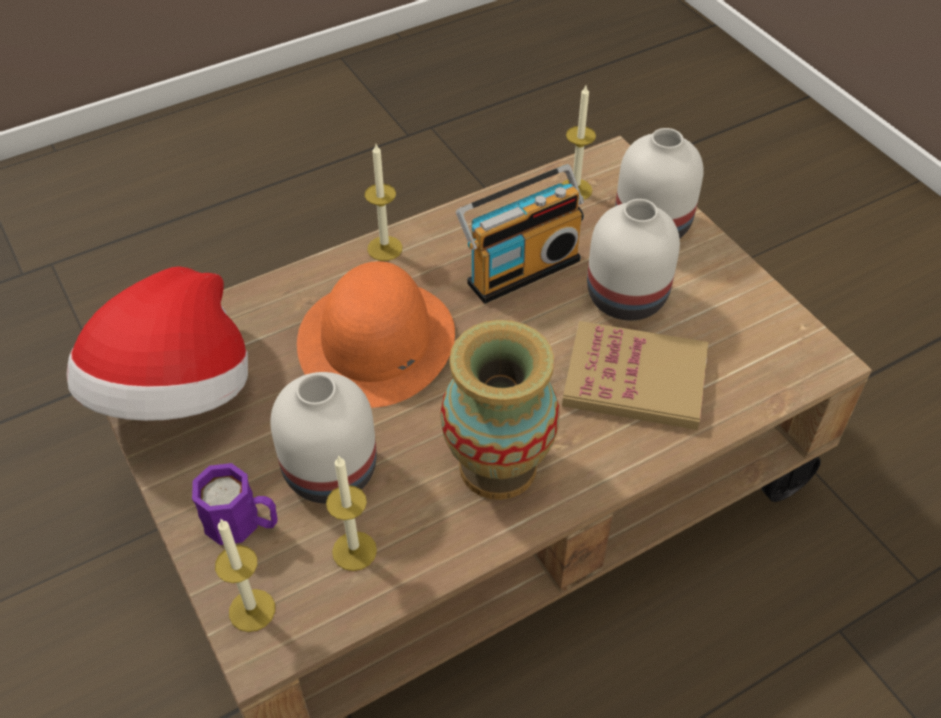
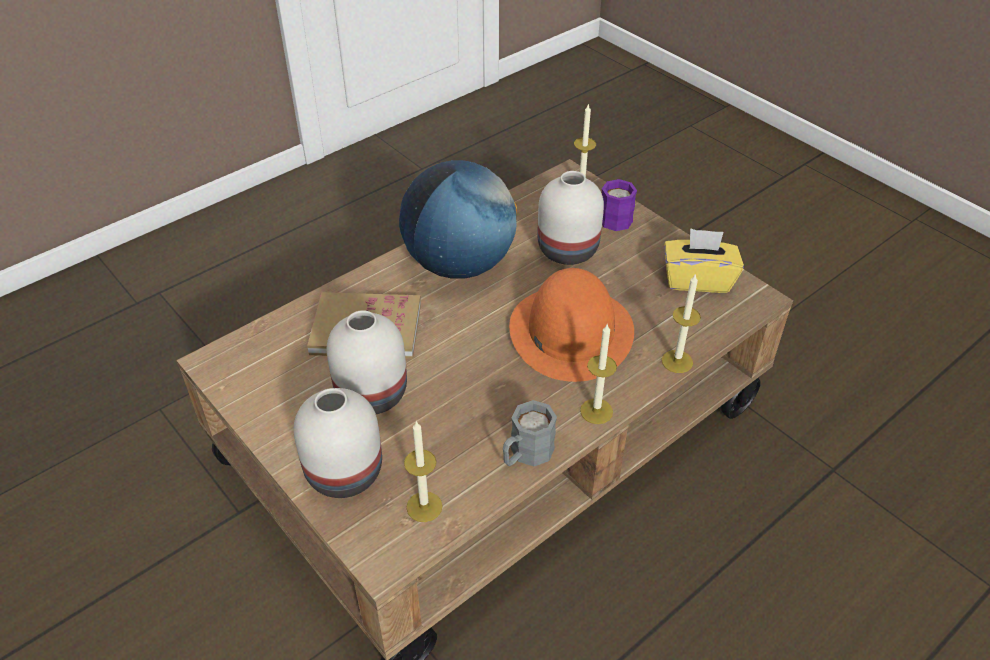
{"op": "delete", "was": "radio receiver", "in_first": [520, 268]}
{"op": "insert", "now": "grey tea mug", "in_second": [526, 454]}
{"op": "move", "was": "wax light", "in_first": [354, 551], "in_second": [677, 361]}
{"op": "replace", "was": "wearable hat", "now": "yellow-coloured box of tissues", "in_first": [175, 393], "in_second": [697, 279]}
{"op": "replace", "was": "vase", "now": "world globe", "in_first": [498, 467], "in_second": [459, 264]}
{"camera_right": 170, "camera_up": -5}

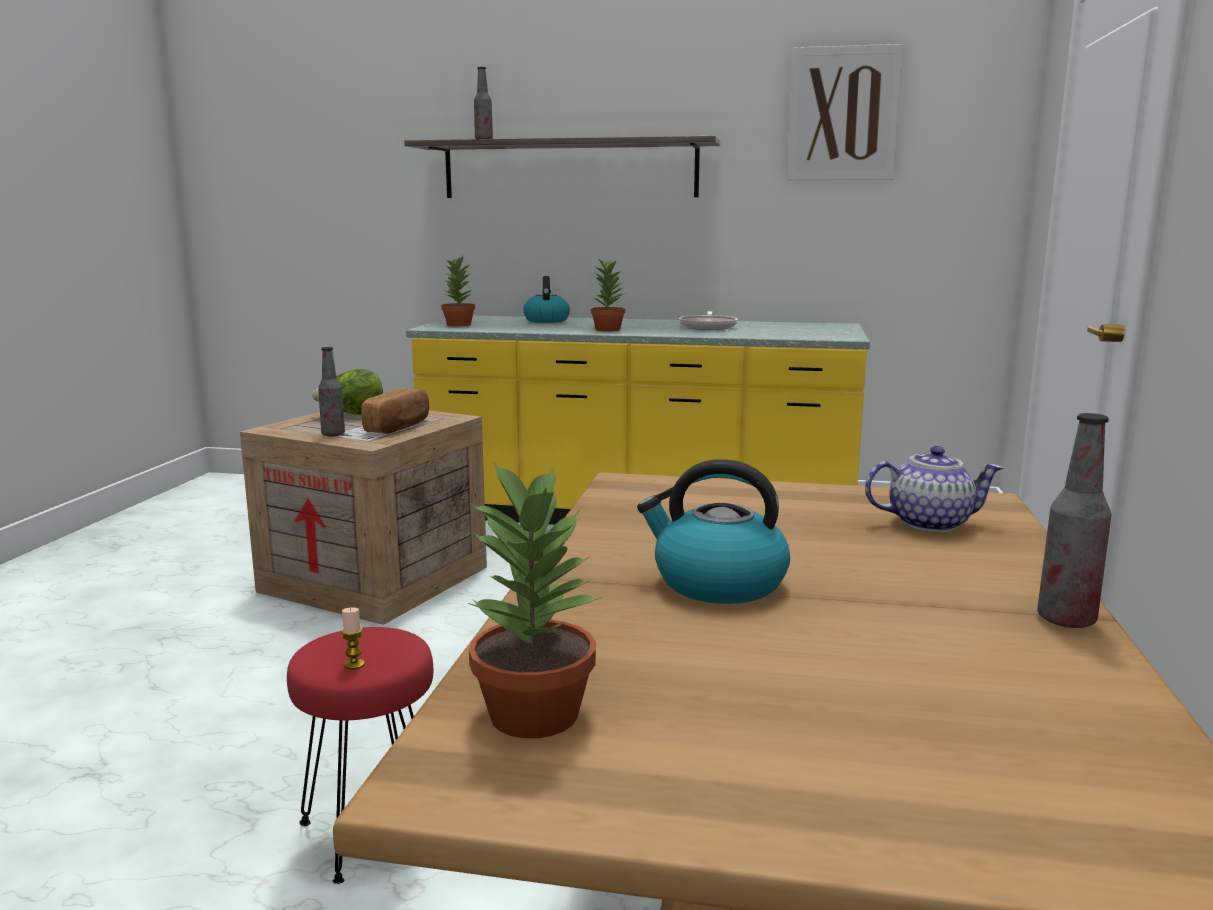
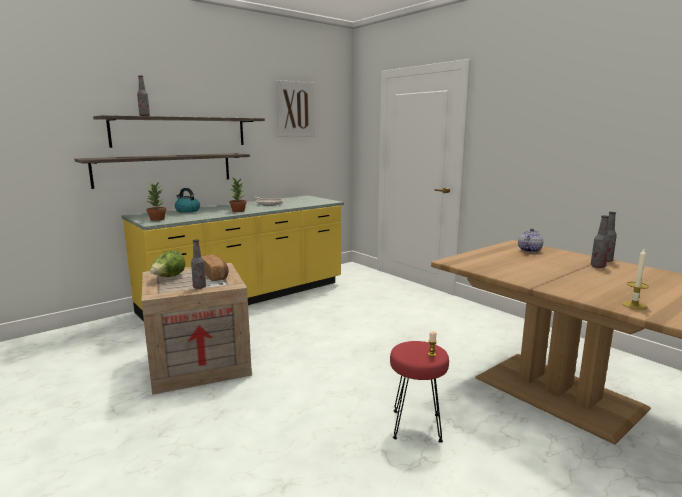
{"op": "delete", "was": "tea kettle", "in_first": [717, 583]}
{"op": "insert", "now": "bracket shelf", "in_second": [164, 169]}
{"op": "insert", "now": "drink bottle", "in_second": [597, 266]}
{"op": "replace", "was": "potted plant", "now": "wax light", "in_first": [534, 713], "in_second": [634, 305]}
{"camera_right": -50, "camera_up": 0}

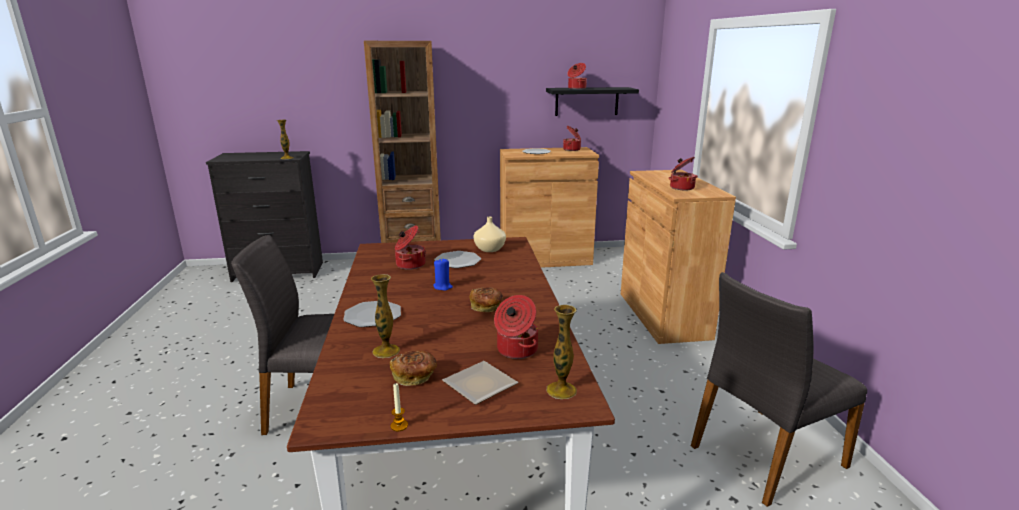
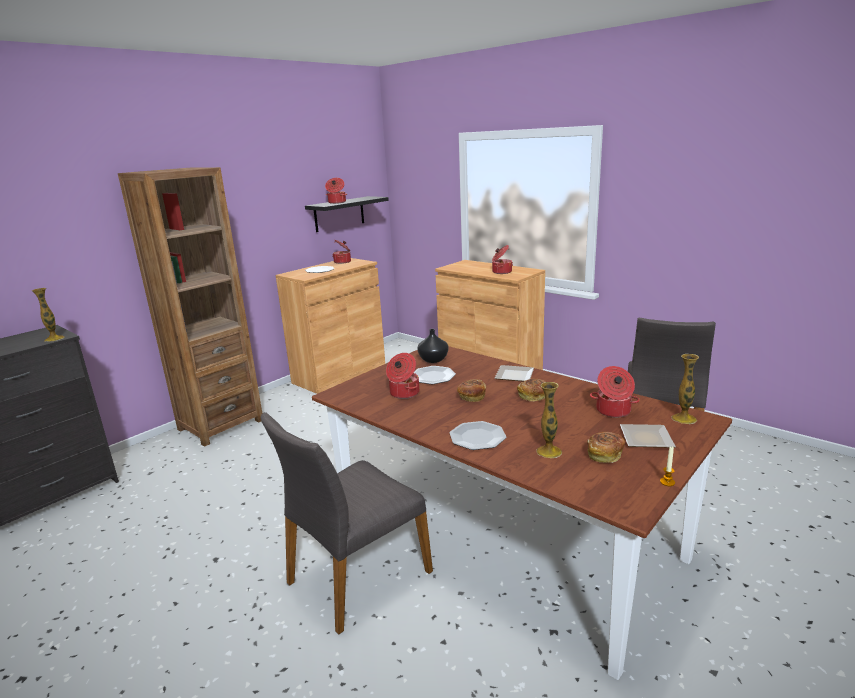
{"op": "insert", "now": "flat dish", "in_second": [513, 375]}
{"op": "replace", "was": "blue wax light", "now": "baked bread", "in_first": [443, 287], "in_second": [471, 397]}
{"op": "recolor", "was": "beige-coloured vase", "now": "black-coloured vase", "in_first": [490, 249], "in_second": [433, 359]}
{"camera_right": -40, "camera_up": 0}

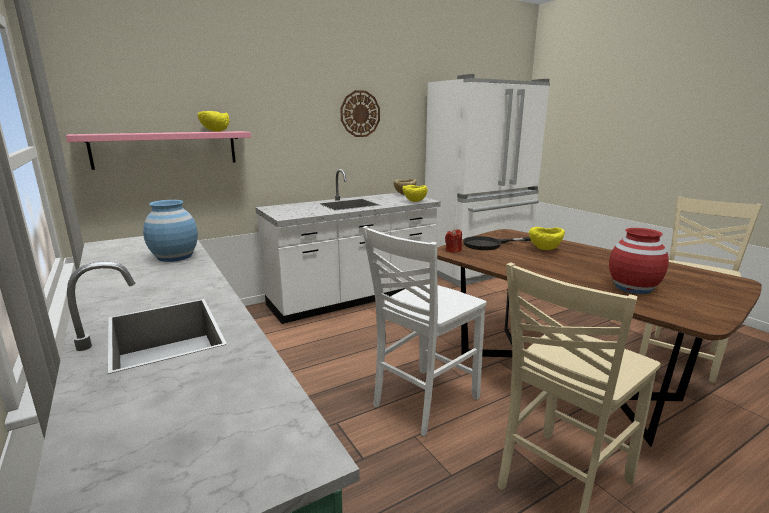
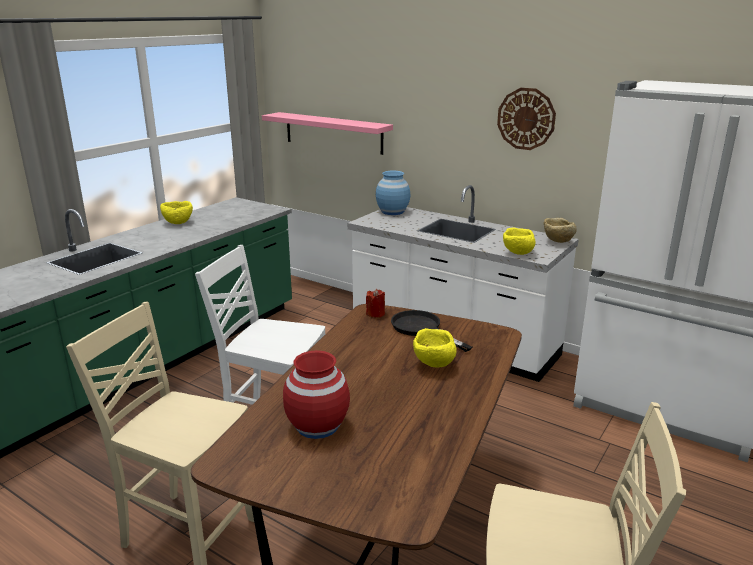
{"op": "move", "was": "blue vase", "in_first": [175, 257], "in_second": [392, 212]}
{"op": "move", "was": "yellow-coloured deep dish", "in_first": [215, 131], "in_second": [178, 223]}
{"camera_right": 65, "camera_up": 5}

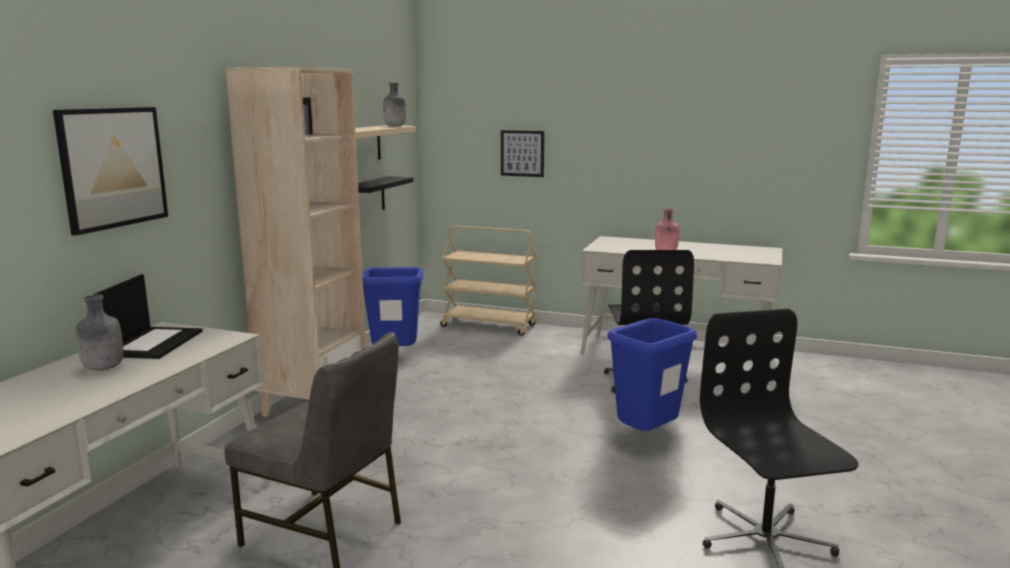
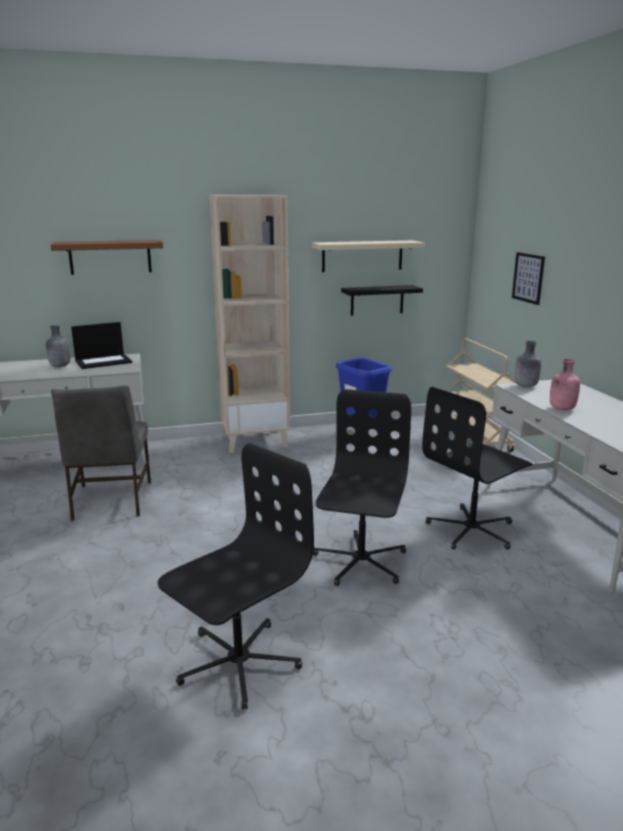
{"op": "move", "was": "grey drink bottle", "in_first": [395, 126], "in_second": [525, 386]}
{"op": "replace", "was": "wall picture", "now": "brown-coloured bracket shelf", "in_first": [113, 167], "in_second": [110, 257]}
{"op": "replace", "was": "blue waste bin", "now": "black-coloured computer chair", "in_first": [647, 437], "in_second": [360, 561]}
{"camera_right": 55, "camera_up": 5}

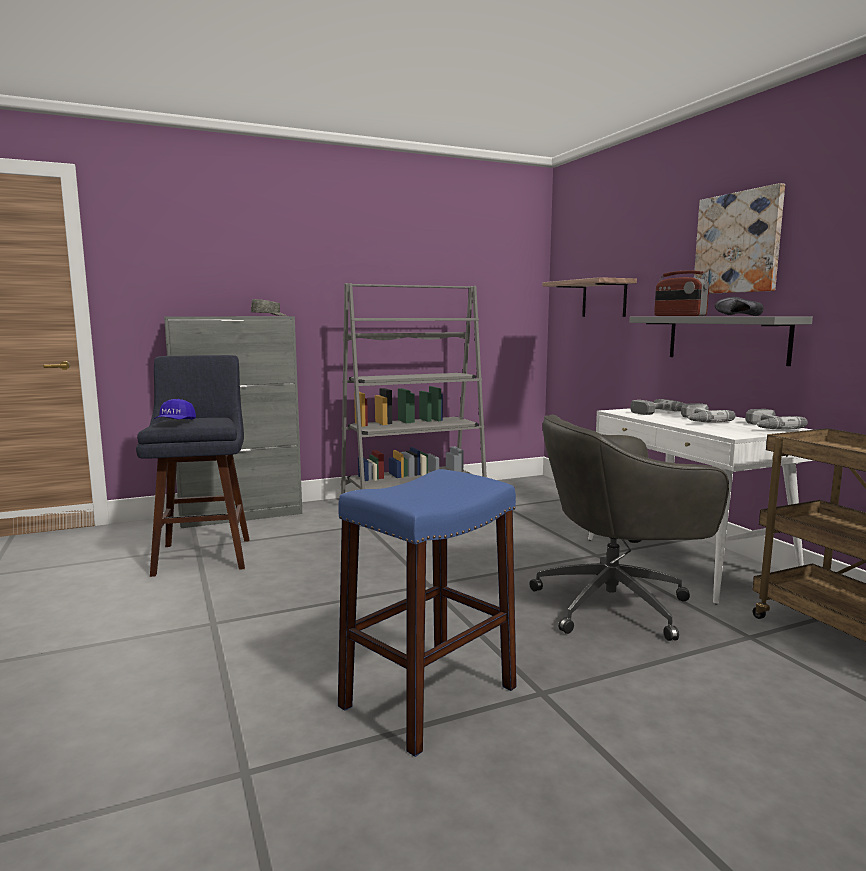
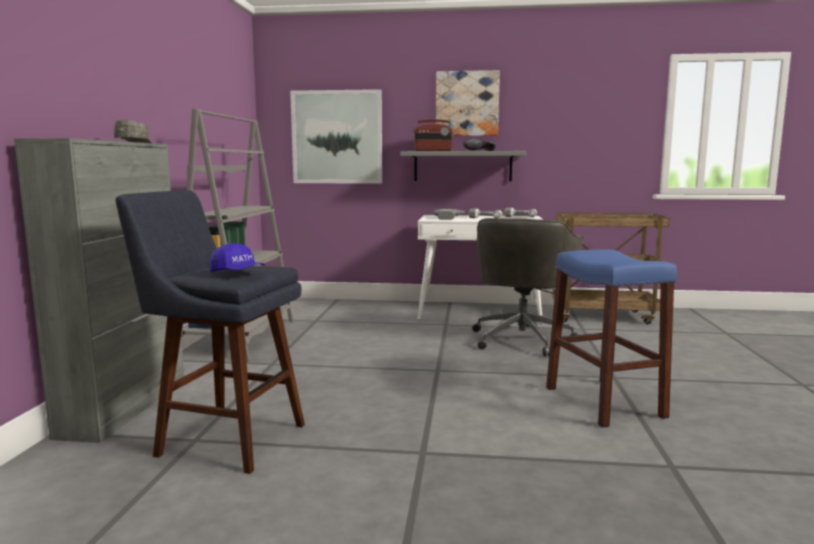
{"op": "replace", "was": "bracket shelf", "now": "wall picture", "in_first": [604, 298], "in_second": [337, 137]}
{"camera_right": -60, "camera_up": 0}

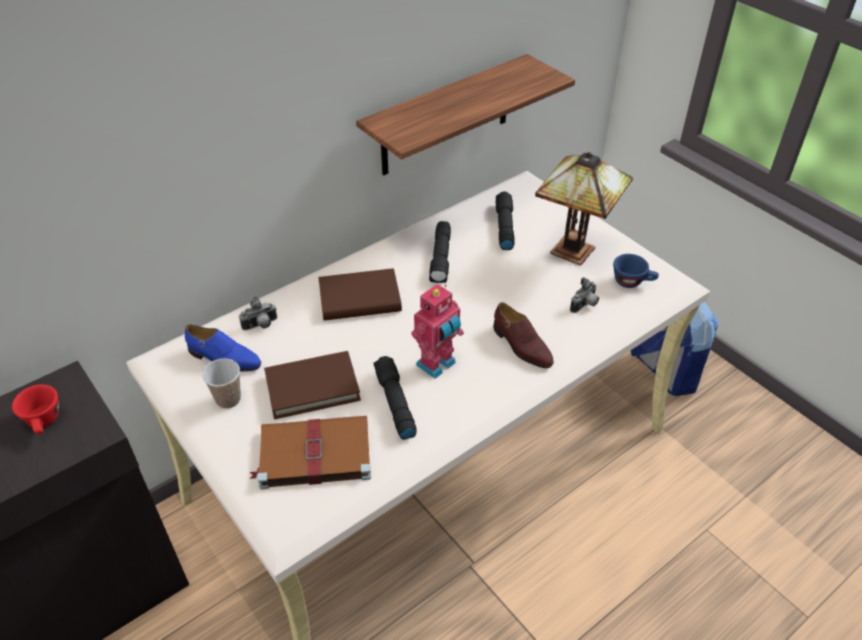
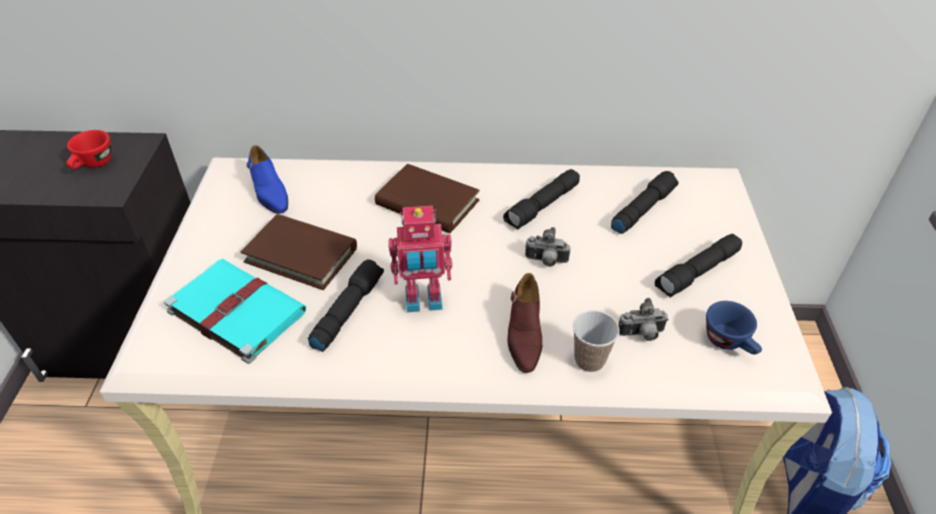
{"op": "delete", "was": "bracket shelf", "in_first": [446, 116]}
{"op": "move", "was": "cup", "in_first": [228, 399], "in_second": [589, 360]}
{"op": "move", "was": "still camera", "in_first": [261, 326], "in_second": [546, 261]}
{"op": "replace", "was": "table lamp", "now": "black-coloured flashlight", "in_first": [576, 250], "in_second": [697, 273]}
{"op": "recolor", "was": "brown-coloured volume", "now": "blue-green volume", "in_first": [313, 454], "in_second": [235, 310]}
{"camera_right": 40, "camera_up": 0}

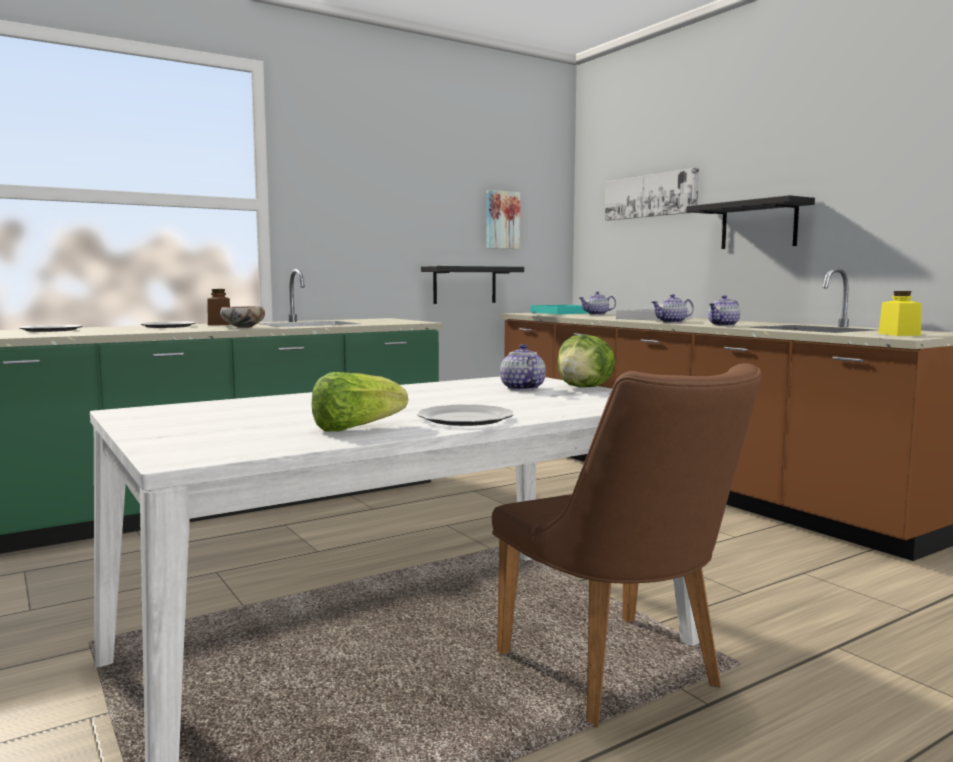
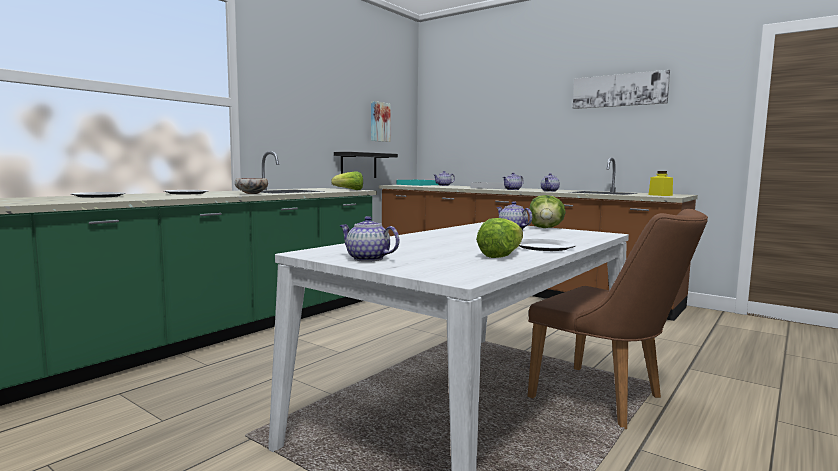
{"op": "delete", "was": "brown-coloured storage jar", "in_first": [219, 324]}
{"op": "delete", "was": "black-coloured bracket shelf", "in_first": [758, 225]}
{"op": "insert", "now": "lettuce head", "in_second": [349, 190]}
{"op": "insert", "now": "tea pot", "in_second": [367, 259]}
{"op": "move", "was": "wall picture", "in_first": [650, 196], "in_second": [619, 90]}
{"camera_right": -20, "camera_up": 0}

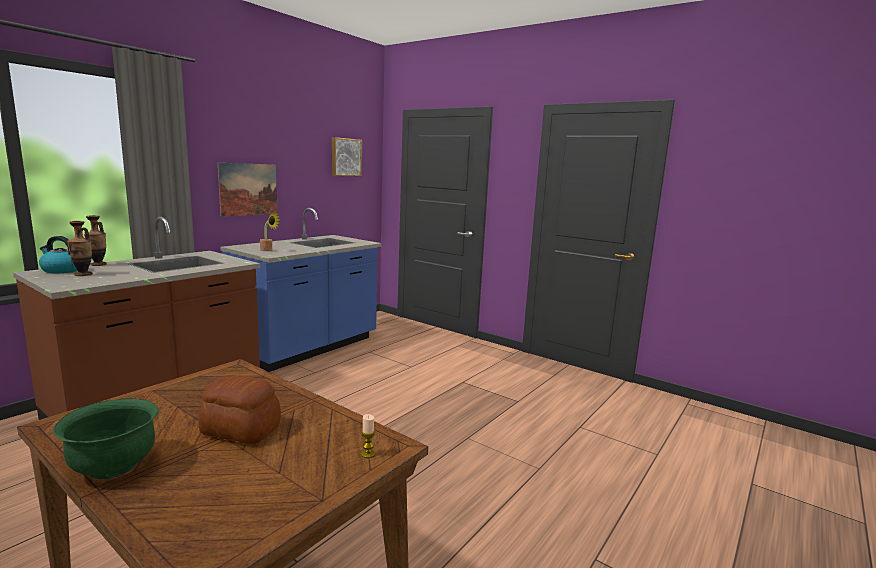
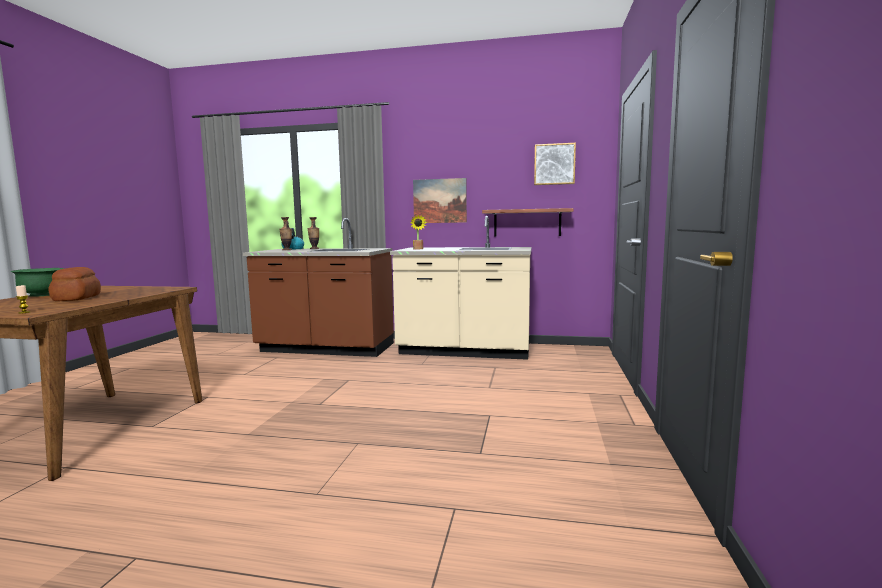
{"op": "insert", "now": "bracket shelf", "in_second": [527, 222]}
{"op": "recolor", "was": "blue kitchen base unit", "now": "beige-coloured kitchen base unit", "in_first": [308, 348], "in_second": [464, 351]}
{"camera_right": 65, "camera_up": -5}

